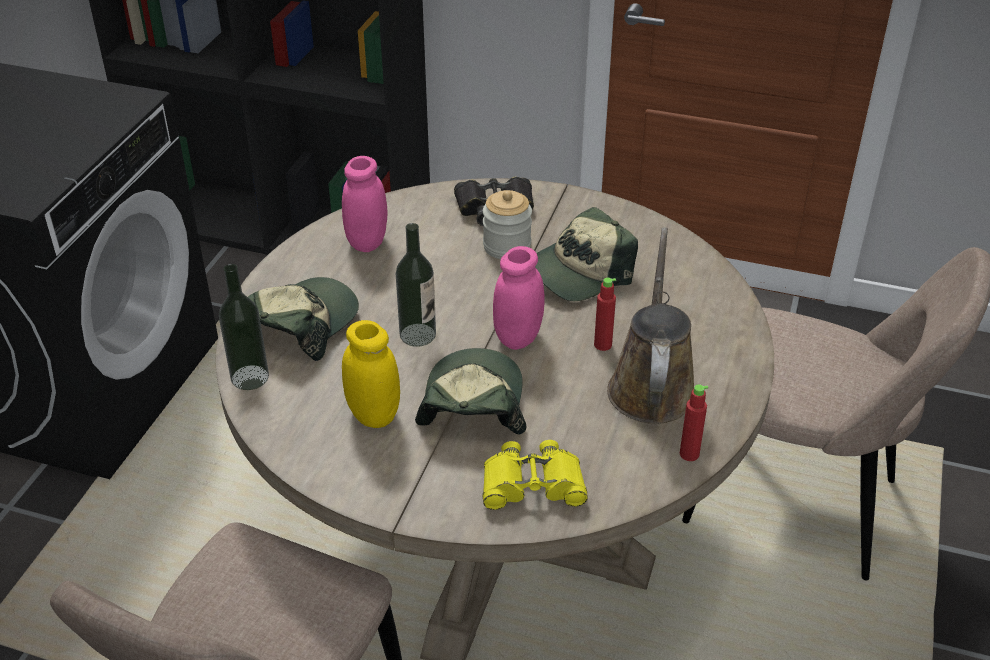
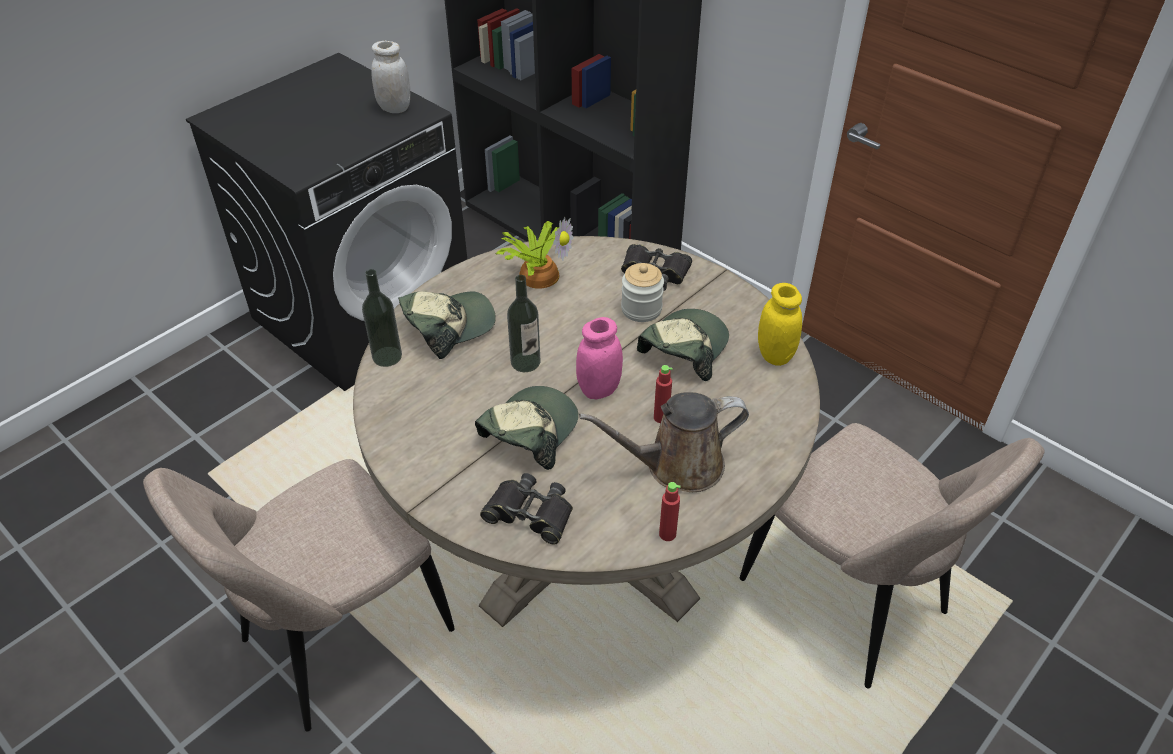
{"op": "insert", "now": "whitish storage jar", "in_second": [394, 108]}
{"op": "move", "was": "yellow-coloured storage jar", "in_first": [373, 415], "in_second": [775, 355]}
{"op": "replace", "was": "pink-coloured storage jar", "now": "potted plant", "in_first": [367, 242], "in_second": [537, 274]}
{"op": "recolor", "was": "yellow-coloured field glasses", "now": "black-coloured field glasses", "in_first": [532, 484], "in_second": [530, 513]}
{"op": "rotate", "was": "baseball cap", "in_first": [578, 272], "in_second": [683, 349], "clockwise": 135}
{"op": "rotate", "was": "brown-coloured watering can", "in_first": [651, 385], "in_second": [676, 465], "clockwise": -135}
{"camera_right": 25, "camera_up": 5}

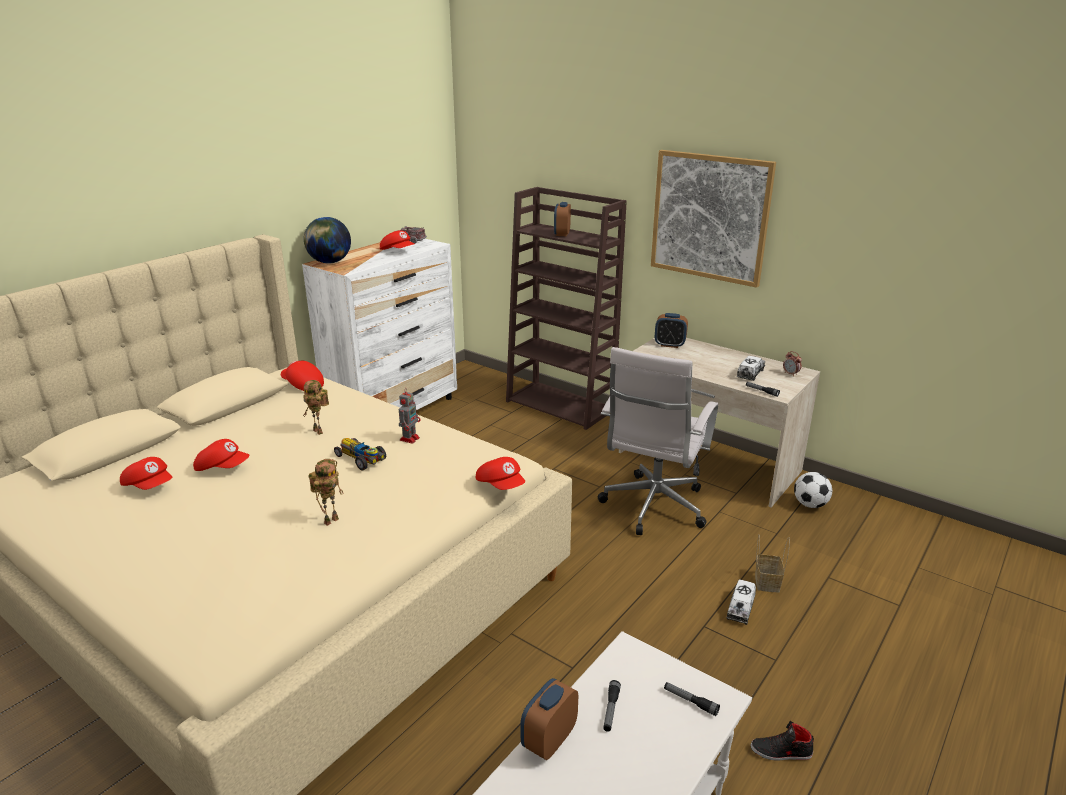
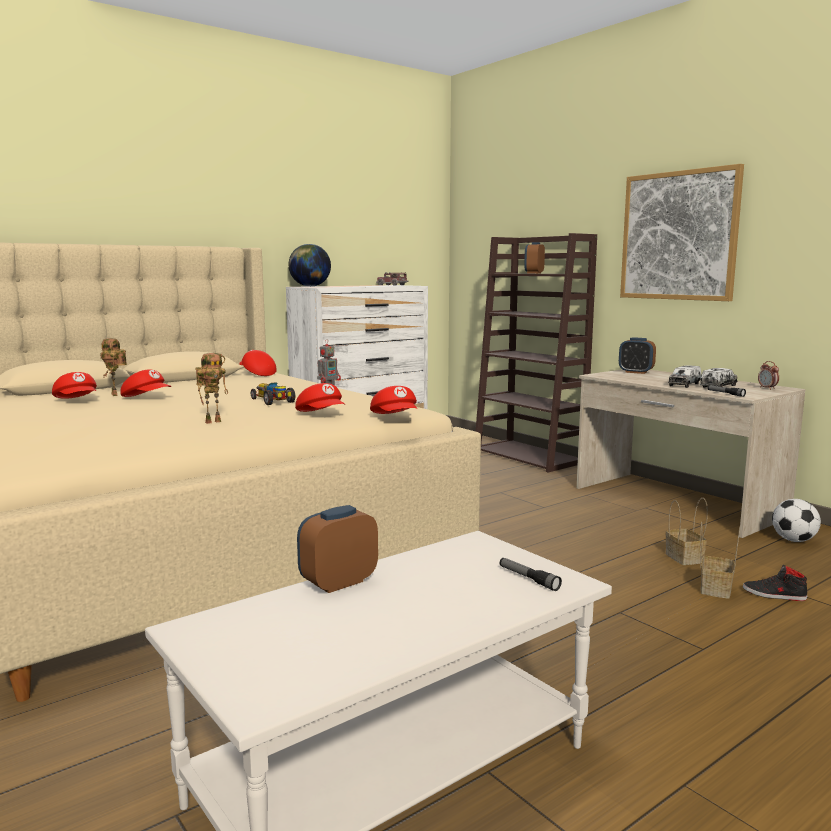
{"op": "delete", "was": "whitish computer chair", "in_first": [652, 508]}
{"op": "delete", "was": "flashlight", "in_first": [611, 709]}
{"op": "insert", "now": "household basket", "in_second": [685, 558]}
{"op": "move", "was": "robot figure", "in_first": [319, 431], "in_second": [116, 395]}
{"op": "move", "was": "reddish baseball cap", "in_first": [398, 251], "in_second": [322, 415]}
{"op": "move", "was": "model truck", "in_first": [740, 608], "in_second": [684, 384]}
{"op": "move", "was": "black-coloured item of footwear", "in_first": [781, 752], "in_second": [774, 595]}
{"camera_right": 15, "camera_up": -15}

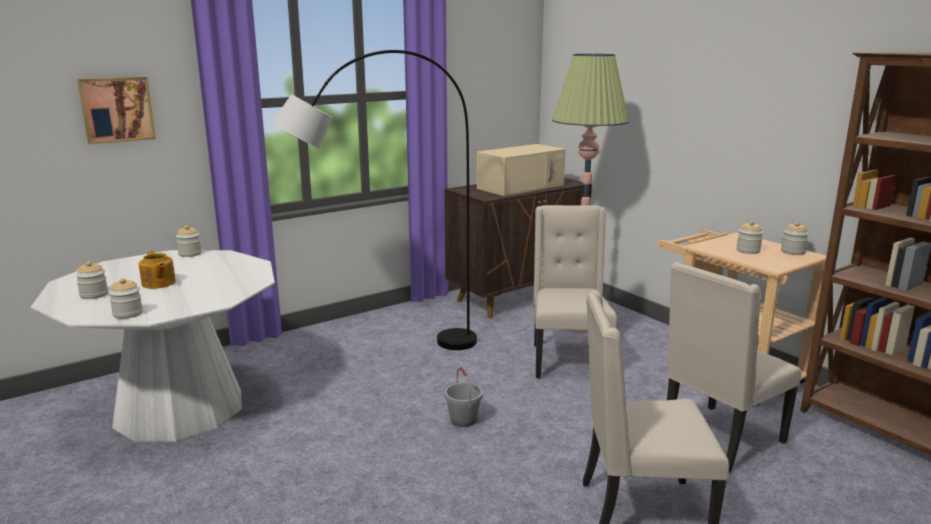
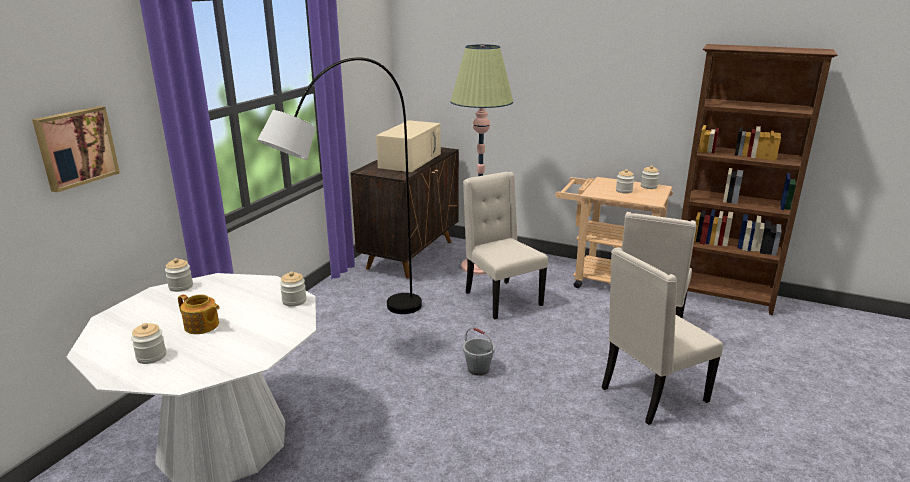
{"op": "move", "was": "storage jar", "in_first": [128, 314], "in_second": [294, 301]}
{"camera_right": -30, "camera_up": 5}

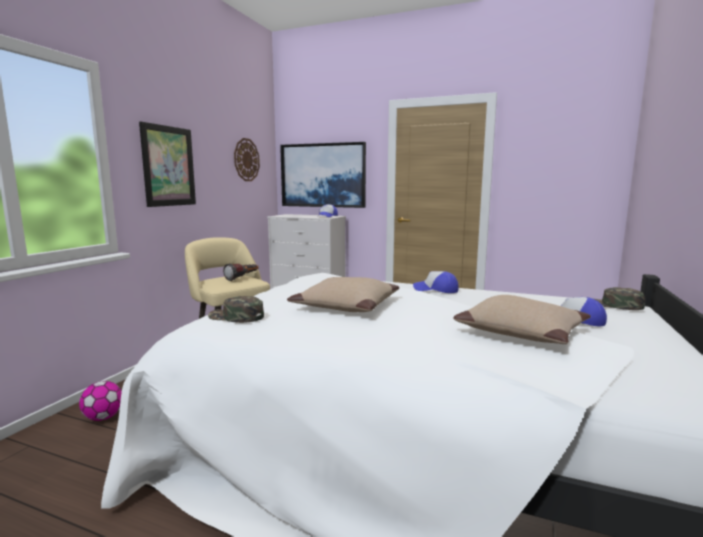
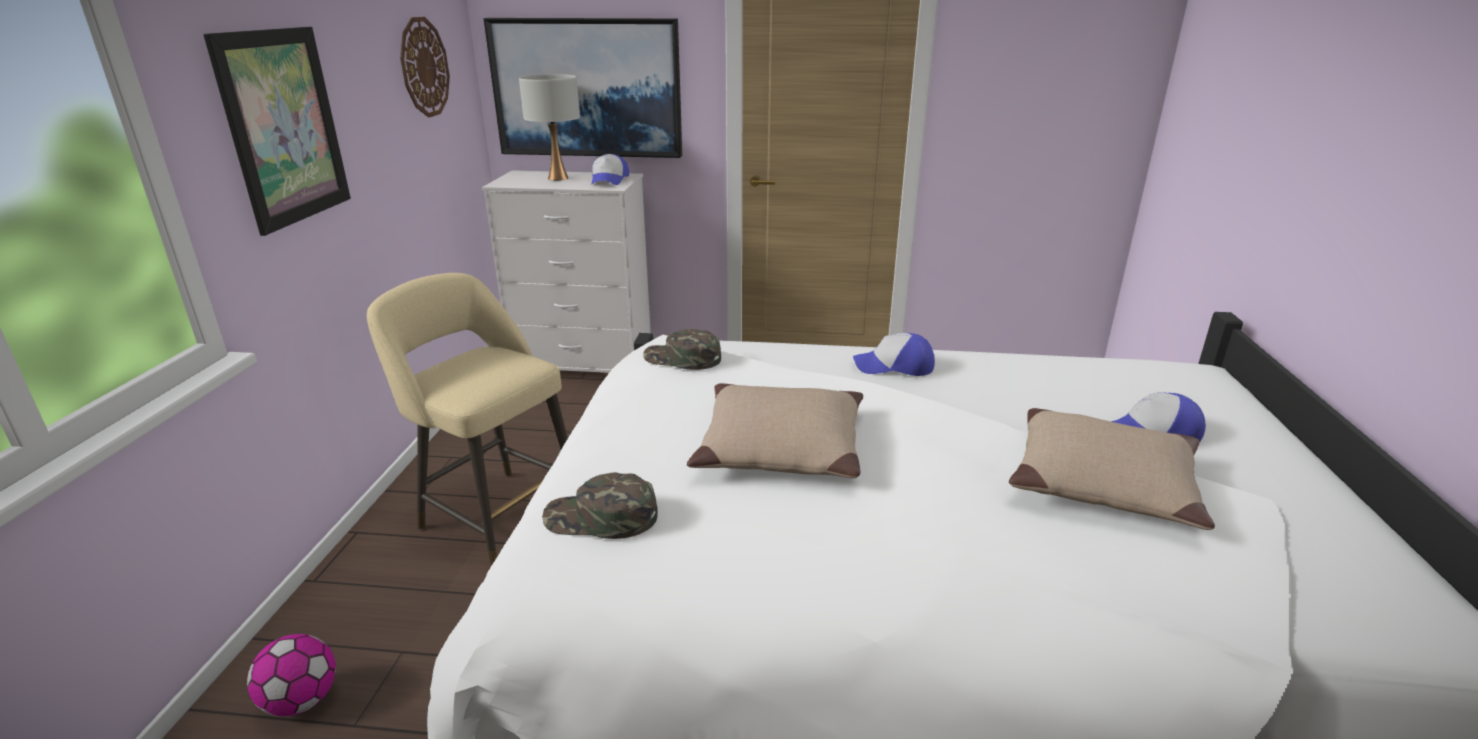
{"op": "delete", "was": "flashlight", "in_first": [243, 278]}
{"op": "insert", "now": "whitish table lamp", "in_second": [557, 178]}
{"op": "move", "was": "green-coloured baseball cap", "in_first": [613, 305], "in_second": [682, 358]}
{"camera_right": -15, "camera_up": 15}

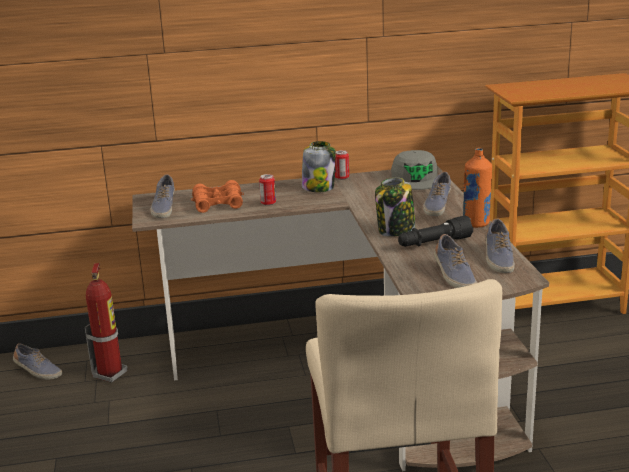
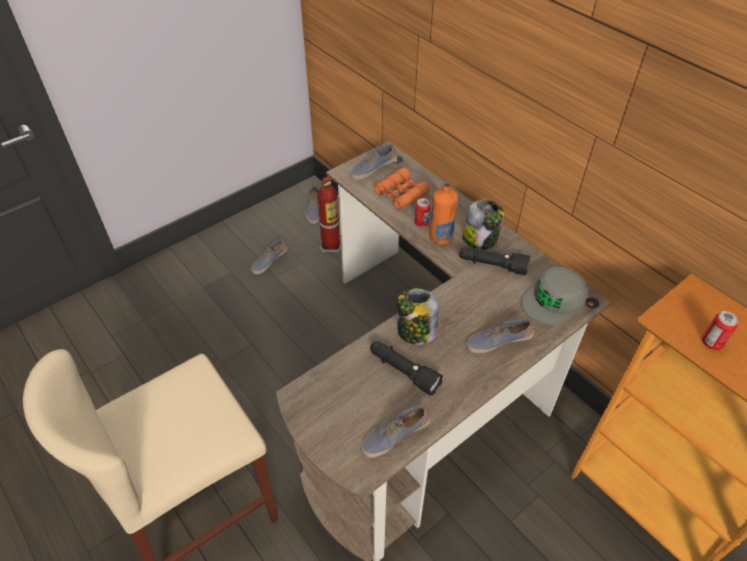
{"op": "insert", "now": "black-coloured flashlight", "in_second": [492, 265]}
{"op": "move", "was": "metal can", "in_first": [342, 178], "in_second": [711, 343]}
{"op": "move", "was": "item of footwear", "in_first": [453, 275], "in_second": [269, 261]}
{"op": "move", "was": "orangey drink bottle", "in_first": [476, 223], "in_second": [440, 238]}
{"camera_right": 60, "camera_up": 25}

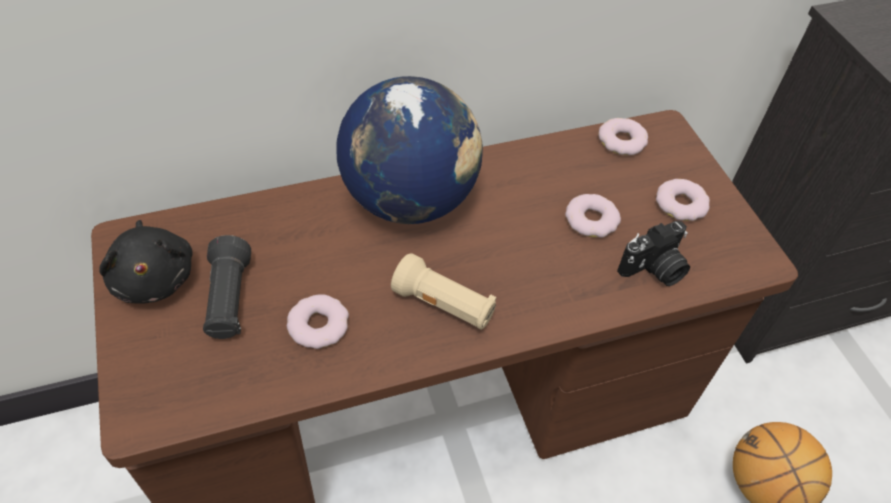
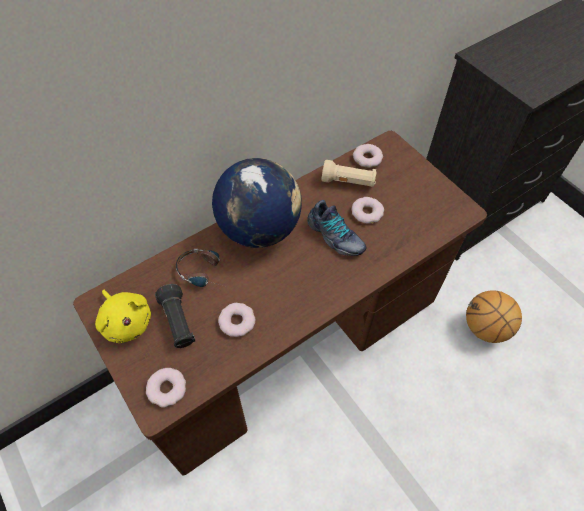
{"op": "delete", "was": "still camera", "in_first": [654, 269]}
{"op": "insert", "now": "headset", "in_second": [205, 272]}
{"op": "insert", "now": "item of footwear", "in_second": [335, 237]}
{"op": "move", "was": "beige-coloured flashlight", "in_first": [444, 305], "in_second": [348, 182]}
{"op": "move", "was": "ring doughnut", "in_first": [681, 204], "in_second": [167, 388]}
{"op": "recolor", "was": "black-coloured cuddly toy", "now": "yellow-coloured cuddly toy", "in_first": [154, 277], "in_second": [126, 321]}
{"camera_right": -15, "camera_up": 5}

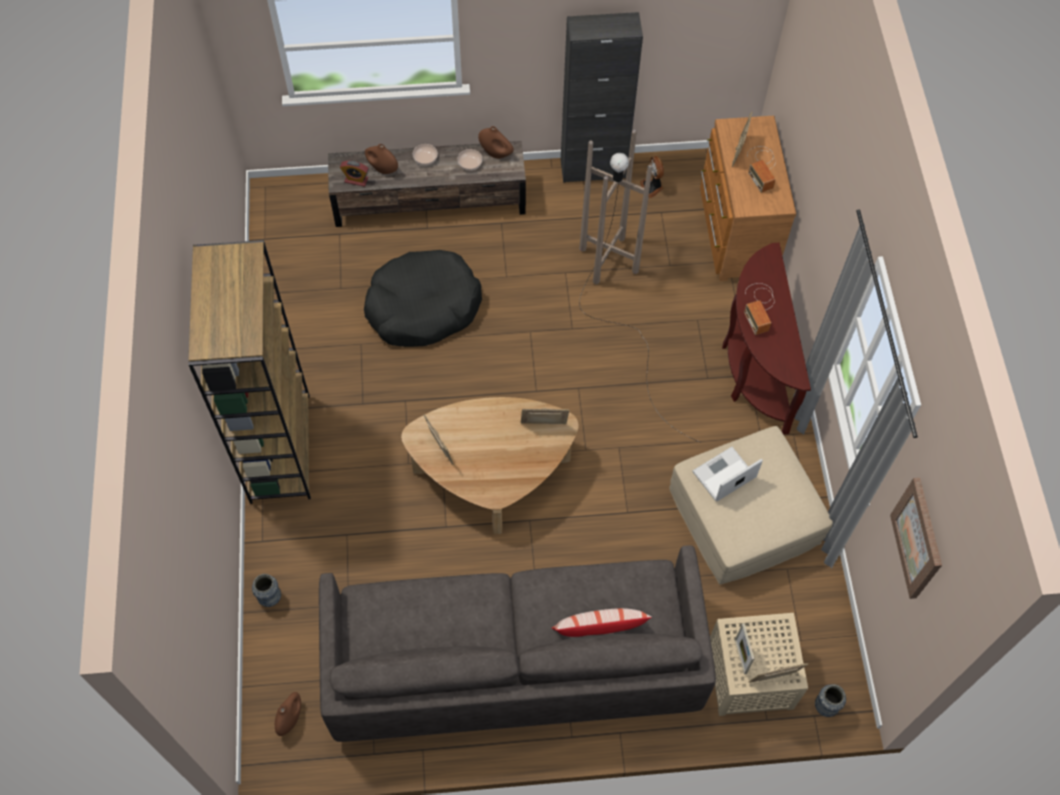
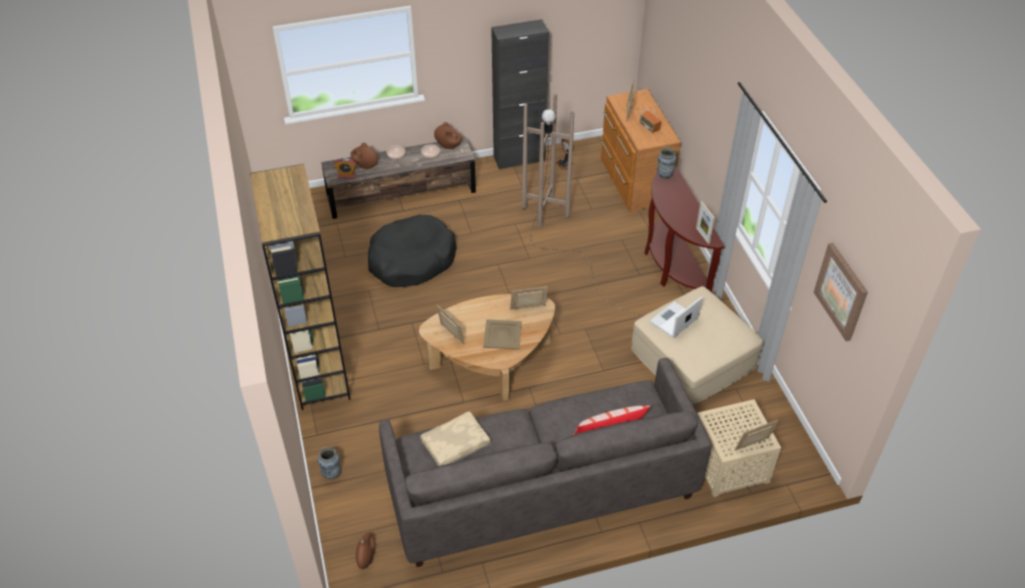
{"op": "delete", "was": "radio receiver", "in_first": [759, 307]}
{"op": "insert", "now": "beige-coloured pillow", "in_second": [455, 443]}
{"op": "insert", "now": "beige-coloured serving tray", "in_second": [503, 335]}
{"op": "move", "was": "picture frame", "in_first": [740, 656], "in_second": [702, 235]}
{"op": "move", "was": "vase", "in_first": [825, 707], "in_second": [664, 175]}
{"camera_right": -10, "camera_up": -15}

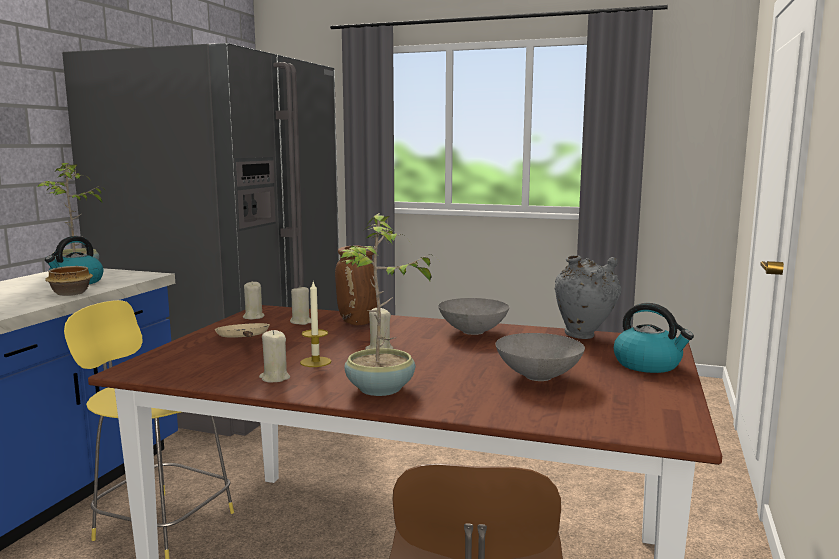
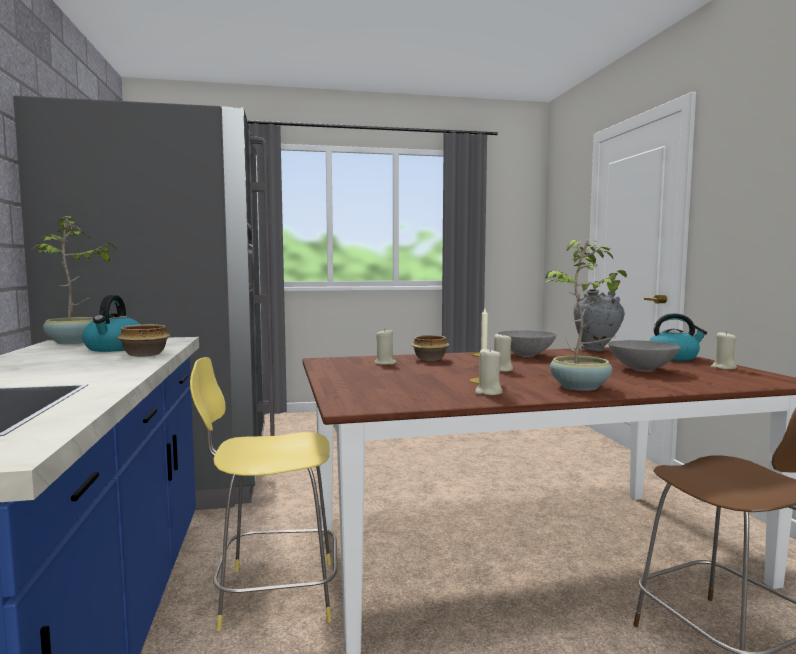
{"op": "delete", "was": "beige-coloured skillet", "in_first": [244, 339]}
{"op": "move", "was": "beige-coloured wax light", "in_first": [253, 317], "in_second": [723, 367]}
{"op": "replace", "was": "brown-coloured vase", "now": "deep dish", "in_first": [358, 322], "in_second": [431, 359]}
{"camera_right": -30, "camera_up": -5}

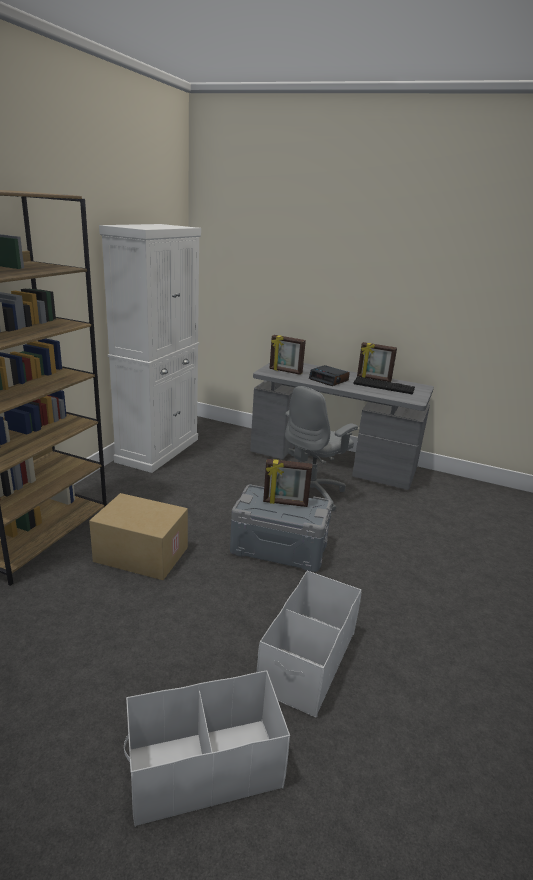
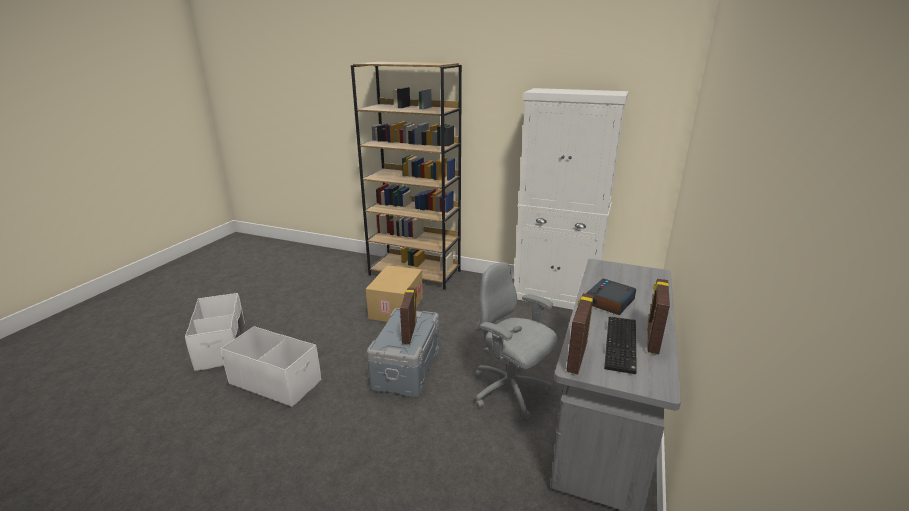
{"op": "move", "was": "picture frame", "in_first": [285, 371], "in_second": [576, 357]}
{"camera_right": 90, "camera_up": 0}

